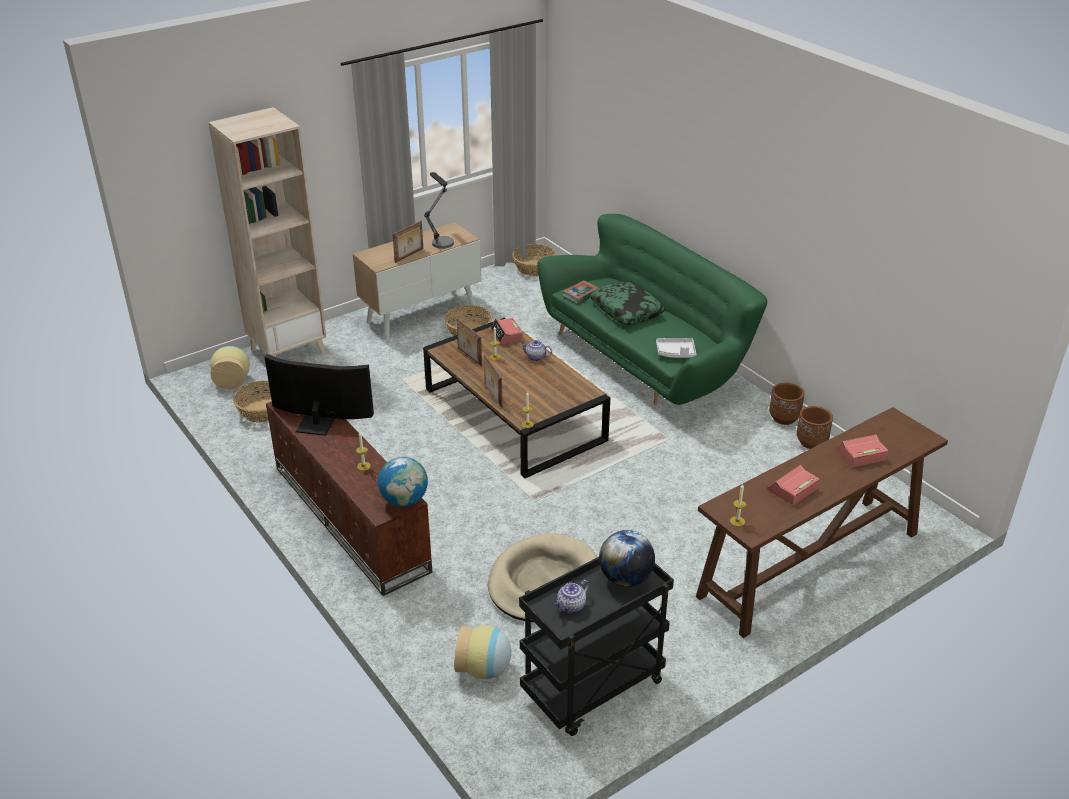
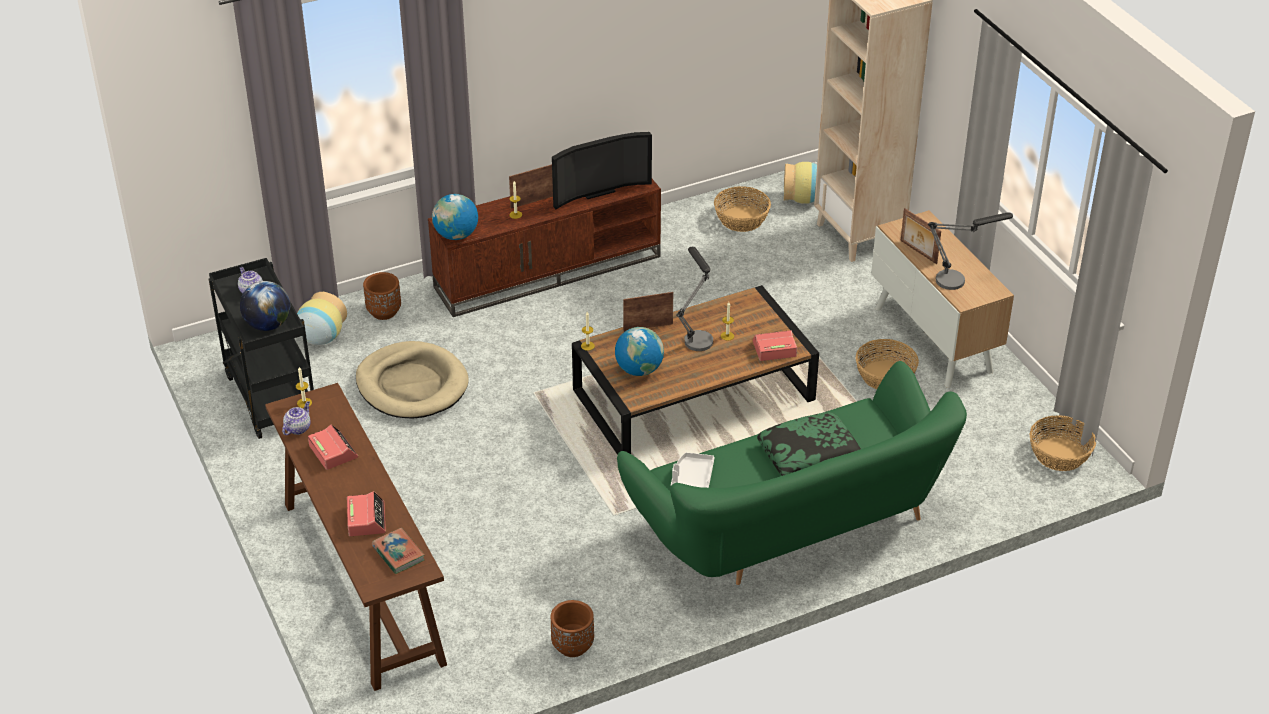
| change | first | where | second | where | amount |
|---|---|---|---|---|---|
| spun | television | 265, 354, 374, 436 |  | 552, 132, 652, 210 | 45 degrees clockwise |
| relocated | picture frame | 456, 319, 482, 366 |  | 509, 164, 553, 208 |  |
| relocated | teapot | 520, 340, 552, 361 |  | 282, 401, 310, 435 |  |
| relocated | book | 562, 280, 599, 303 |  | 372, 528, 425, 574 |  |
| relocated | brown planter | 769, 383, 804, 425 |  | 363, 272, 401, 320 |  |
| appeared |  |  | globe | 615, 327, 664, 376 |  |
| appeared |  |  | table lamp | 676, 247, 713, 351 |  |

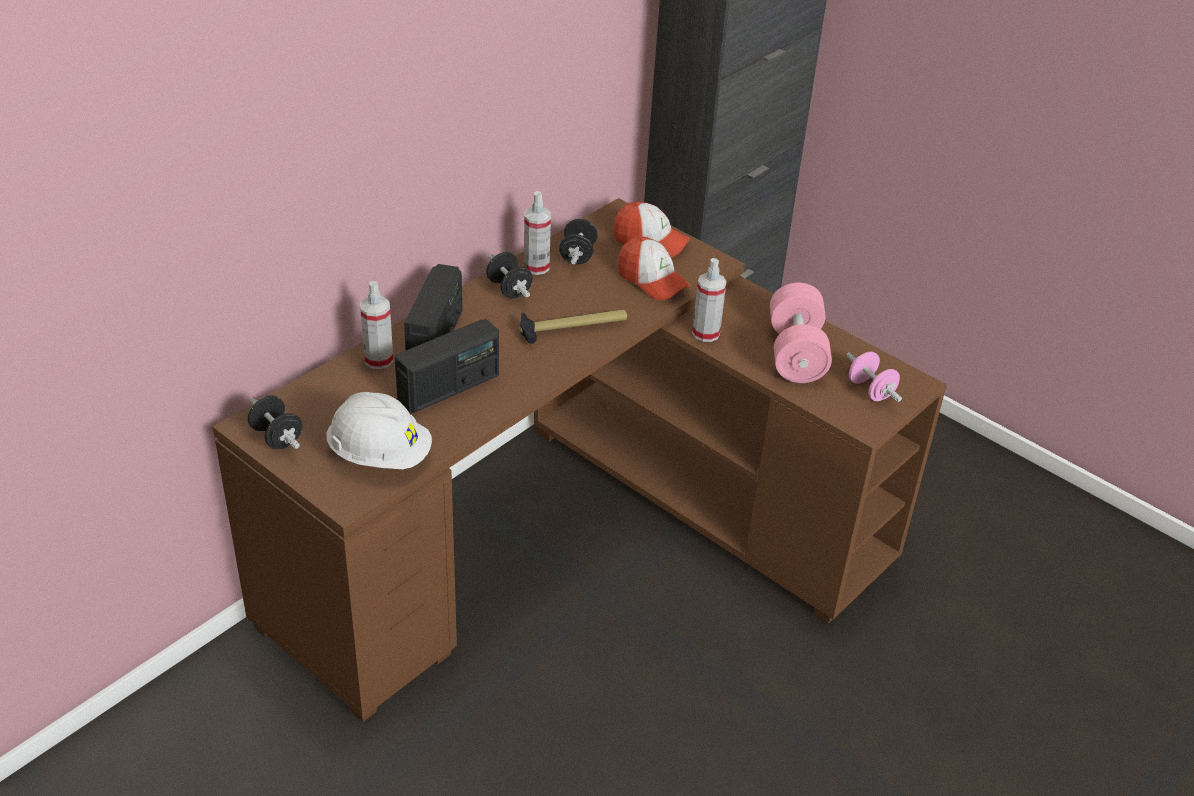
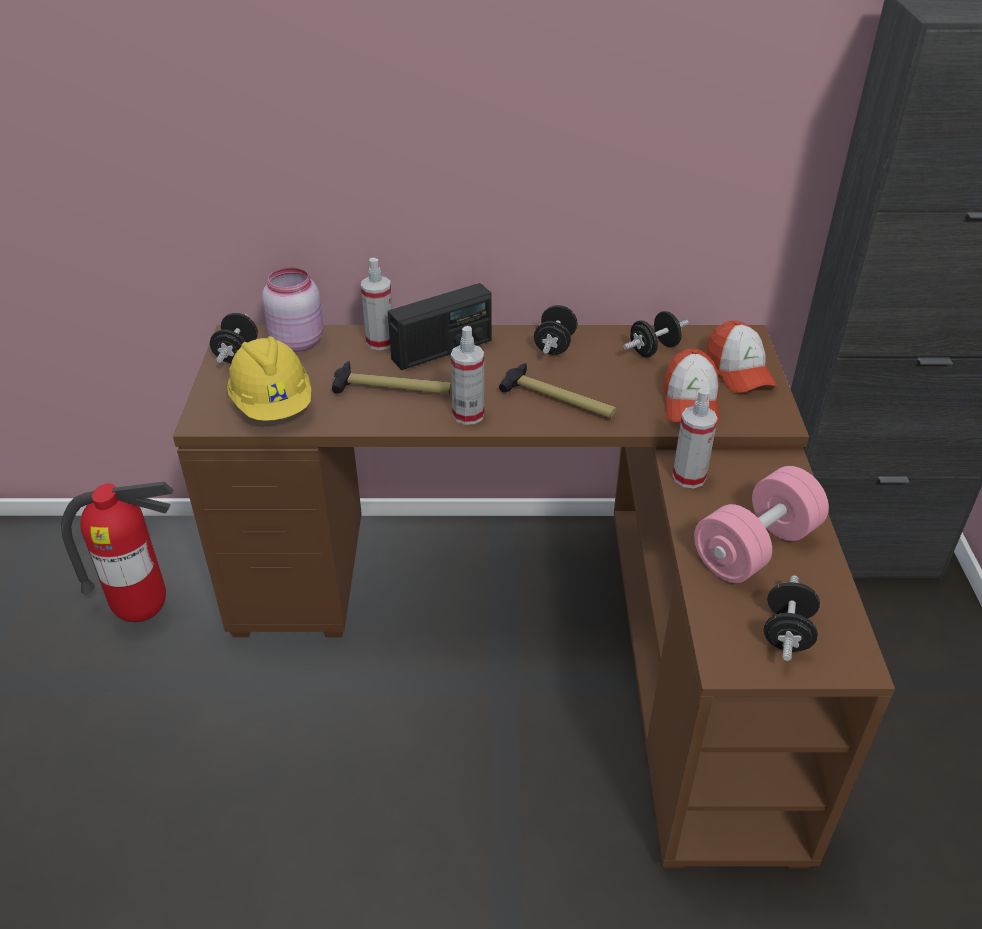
| change | first | where | second | where | amount |
|---|---|---|---|---|---|
| colour | white hard hat | 326, 392, 432, 469 | yellow hard hat | 227, 336, 311, 421 |  |
| exchanged | radio | 395, 319, 499, 414 | hammer | 332, 361, 452, 394 |  |
| relocated | spray bottle | 524, 191, 551, 275 |  | 451, 326, 484, 425 |  |
| colour | pink dumbbell | 846, 352, 902, 402 | black dumbbell | 764, 575, 820, 661 |  |
| appeared |  |  | fire extinguisher | 61, 482, 174, 622 |  |
| appeared |  |  | pink jar | 262, 267, 324, 352 |  |

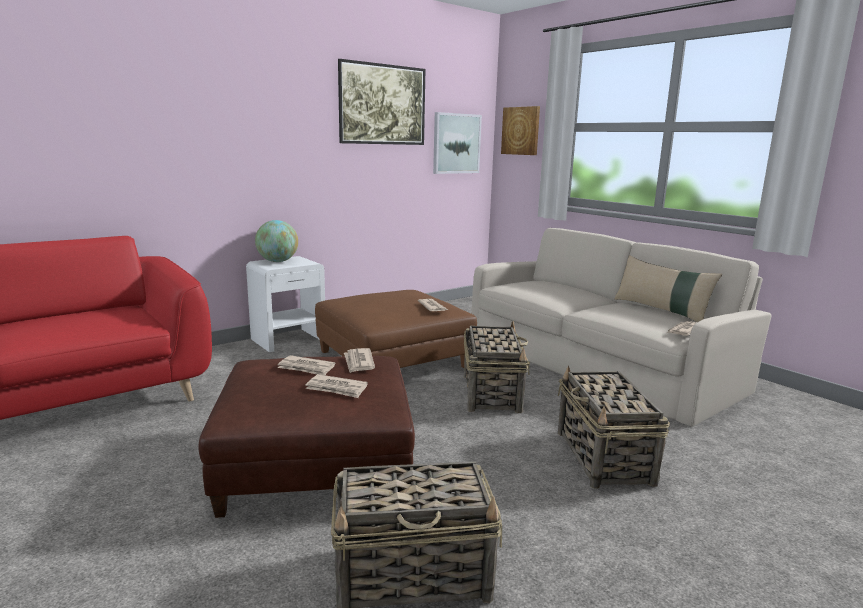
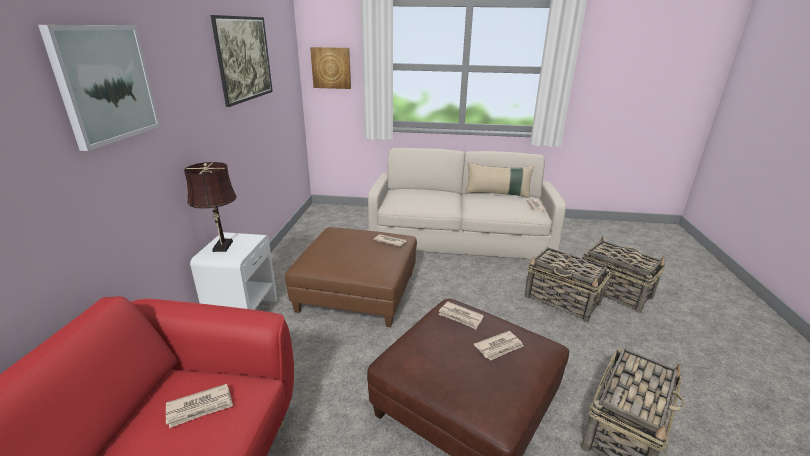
| change | first | where | second | where | amount |
|---|---|---|---|---|---|
| exchanged | globe | 255, 220, 298, 262 | brown table lamp | 184, 162, 237, 252 |  |
| relocated | newspaper | 277, 355, 335, 375 |  | 166, 384, 233, 428 |  |
| relocated | picture | 433, 112, 482, 174 |  | 38, 25, 160, 151 |  |
| relocated | basket | 464, 321, 530, 413 |  | 582, 236, 665, 313 |  |

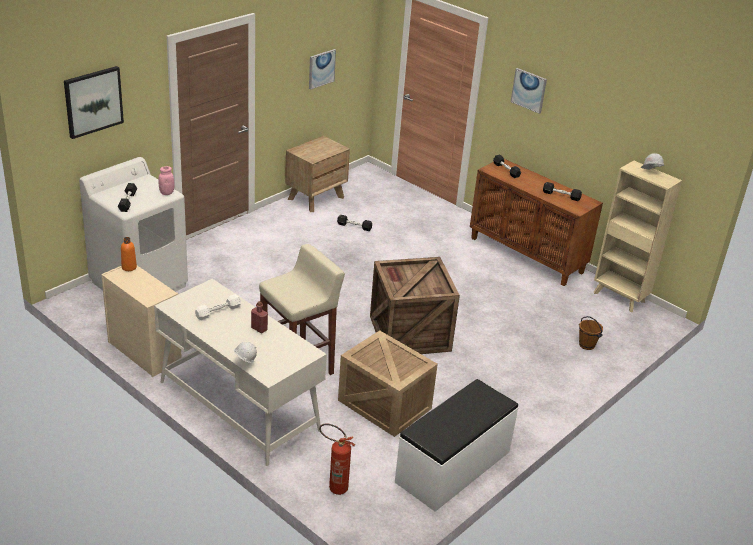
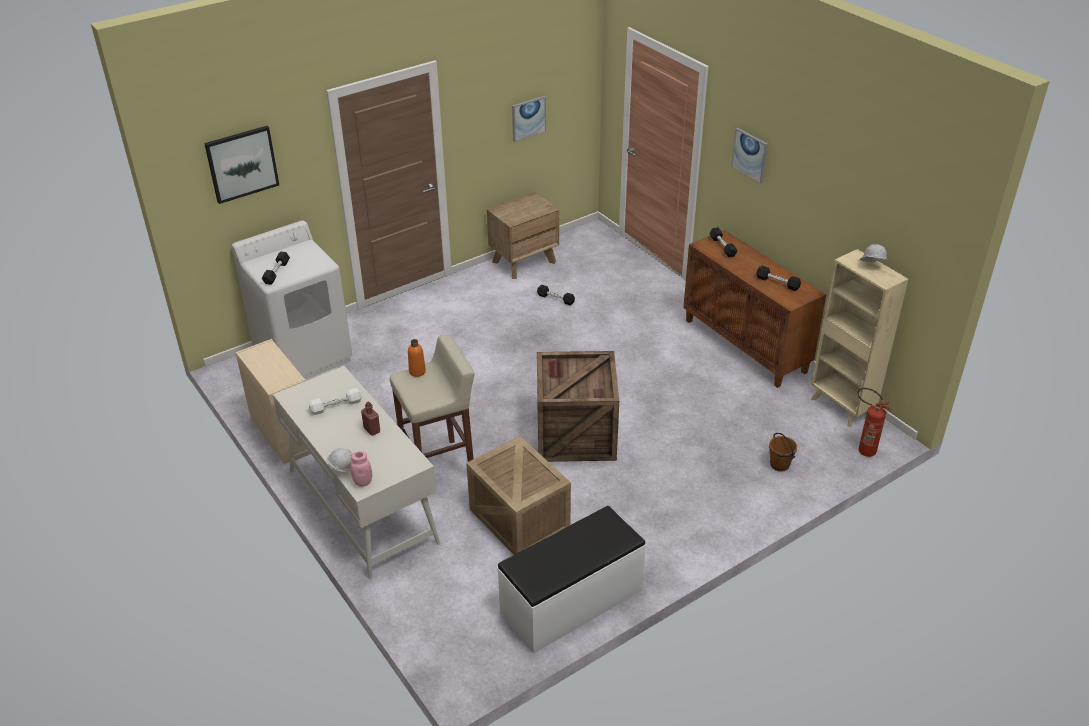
| change | first | where | second | where | amount |
|---|---|---|---|---|---|
| relocated | orange bottle | 121, 237, 137, 271 |  | 408, 339, 426, 377 |  |
| relocated | pink jar | 158, 166, 174, 195 |  | 350, 451, 372, 487 |  |
| relocated | fire extinguisher | 319, 423, 355, 495 |  | 857, 388, 891, 457 |  |

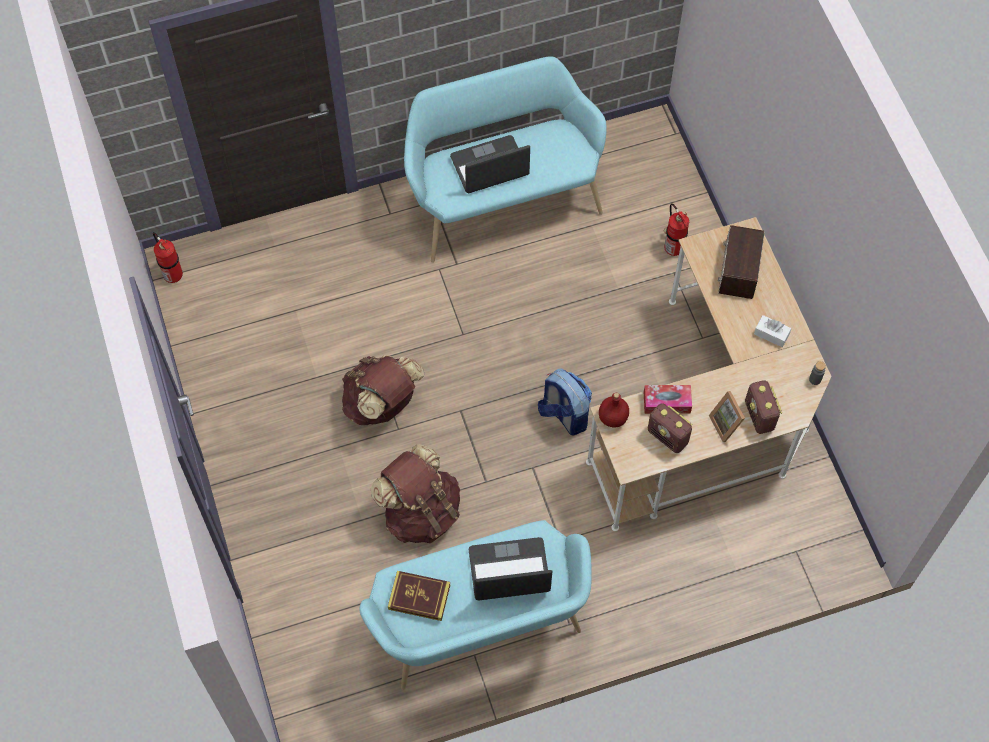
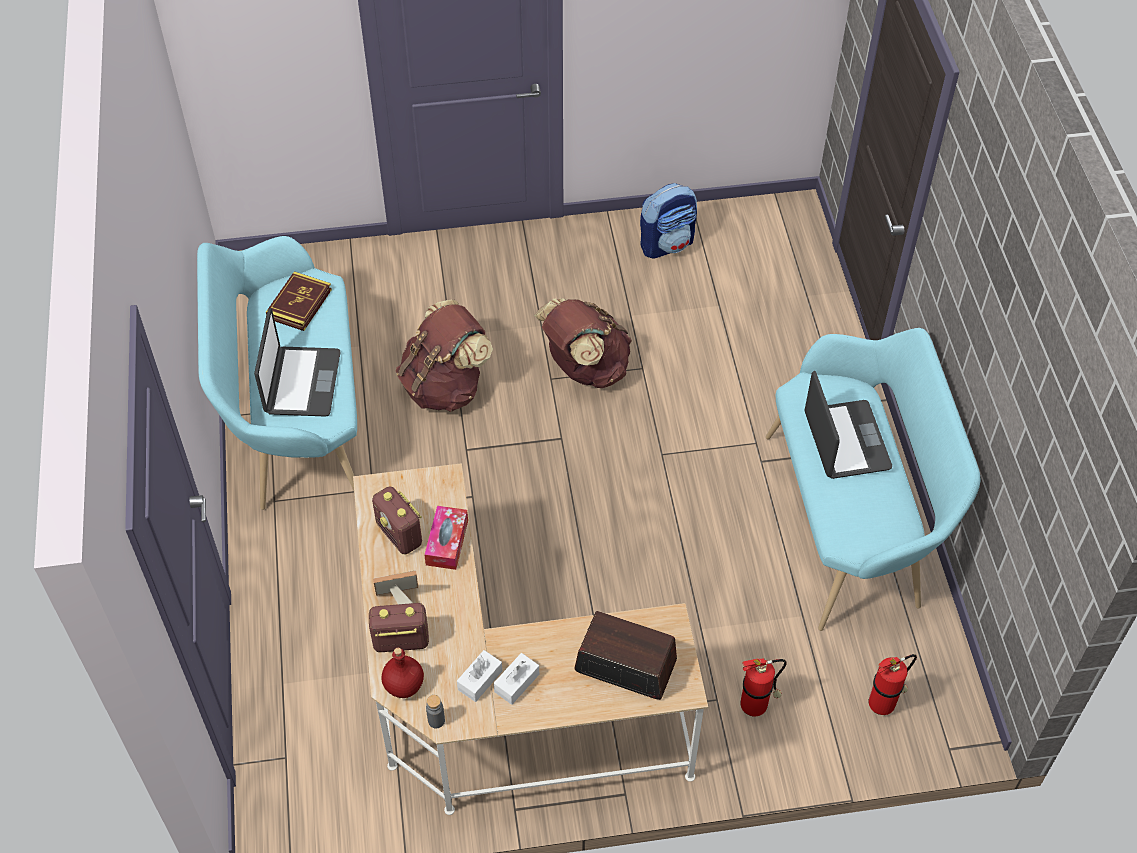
| change | first | where | second | where | amount |
|---|---|---|---|---|---|
| relocated | fire extinguisher | 153, 232, 183, 283 |  | 868, 654, 917, 715 |  |
| relocated | backpack | 538, 368, 592, 436 |  | 640, 183, 697, 259 |  |
| relocated | red bottle | 599, 393, 629, 427 |  | 381, 648, 424, 698 |  |
| spun | radio | 648, 403, 692, 453 |  | 372, 487, 422, 555 | 90 degrees counterclockwise |
| appeared |  |  | white tissue box | 457, 650, 502, 702 |  |

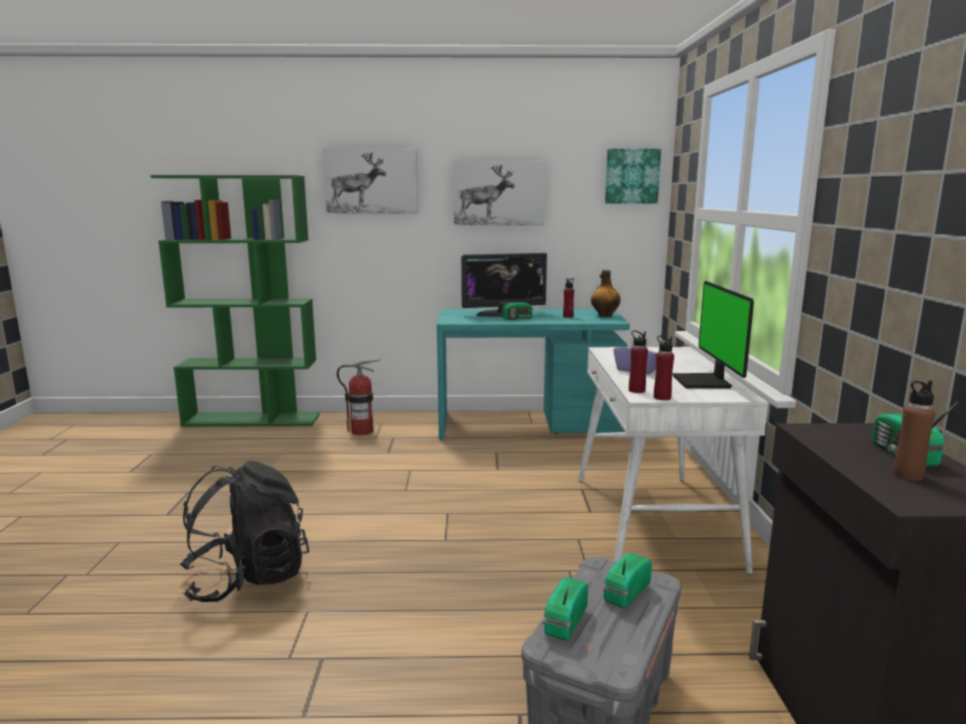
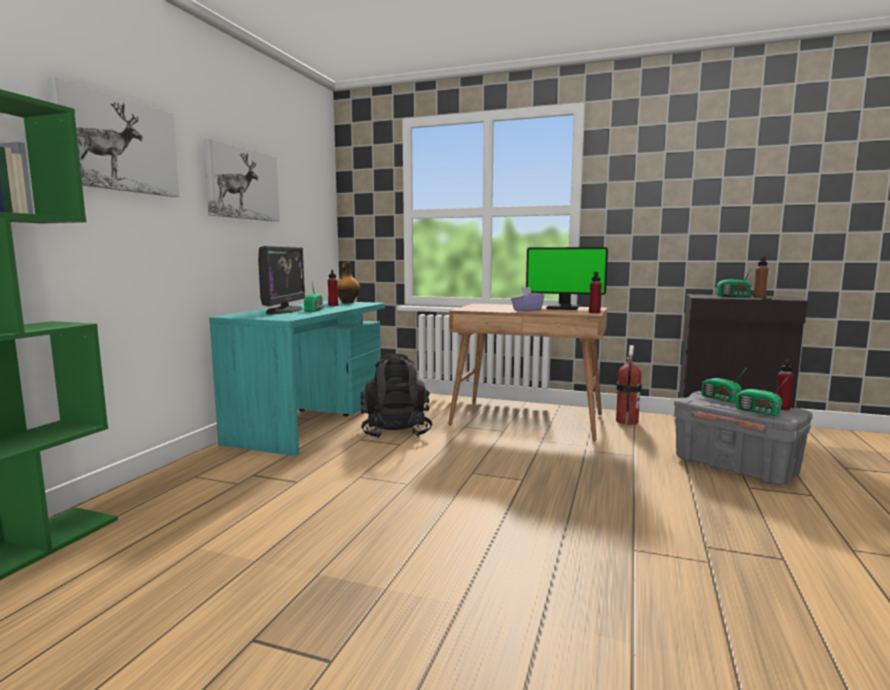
| change | first | where | second | where | amount |
|---|---|---|---|---|---|
| relocated | black backpack | 180, 461, 309, 602 |  | 360, 354, 432, 438 |  |
| relocated | fire extinguisher | 337, 359, 381, 436 |  | 616, 345, 642, 425 |  |
| colour | white desk | 578, 347, 768, 574 | brown desk | 448, 304, 607, 441 |  |
| missing | picture | 605, 149, 661, 203 |  |  |  |
| relocated | red bottle | 629, 331, 648, 393 |  | 776, 359, 794, 410 |  |

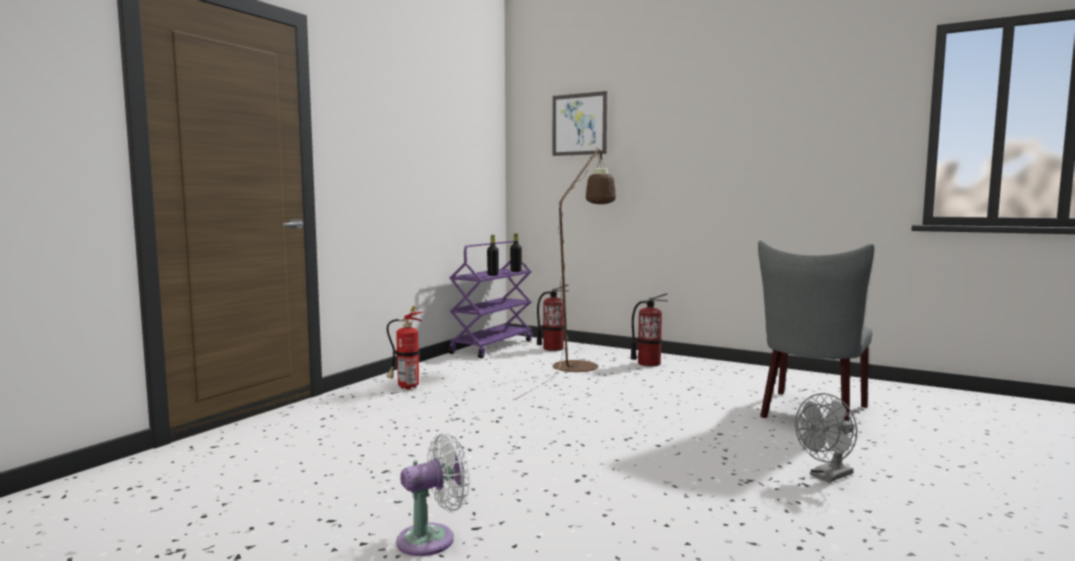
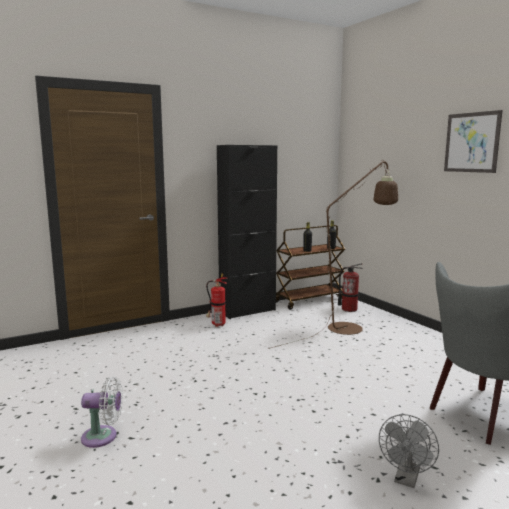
| change | first | where | second | where | amount |
|---|---|---|---|---|---|
| colour | purple cart | 448, 241, 532, 358 | brown cart | 276, 225, 345, 310 |  |
| relocated | picture | 553, 91, 607, 156 |  | 444, 110, 503, 173 |  |
| missing | fire extinguisher | 631, 293, 668, 367 |  |  |  |
| spun | grey fan | 795, 393, 857, 483 |  | 379, 414, 439, 488 | 60 degrees counterclockwise |
| appeared |  |  | black cabinet | 217, 145, 277, 319 |  |

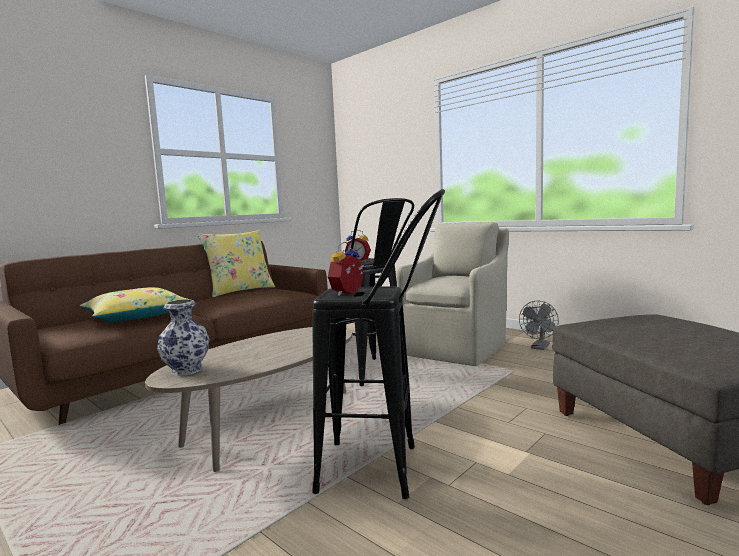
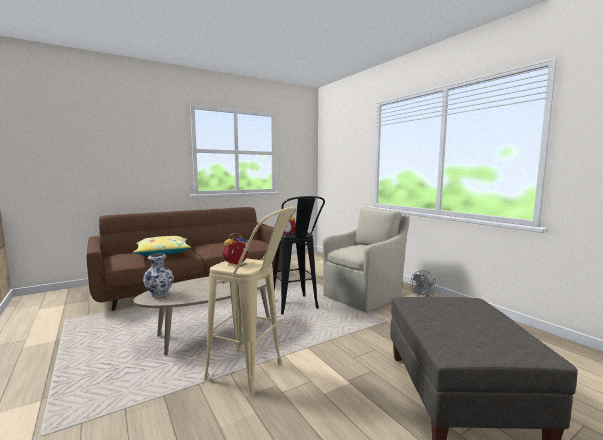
| change | first | where | second | where | amount |
|---|---|---|---|---|---|
| missing | yellow pillow | 198, 229, 275, 297 |  |  |  |
| colour | black stool | 312, 189, 445, 499 | beige stool | 204, 207, 296, 396 |  |

